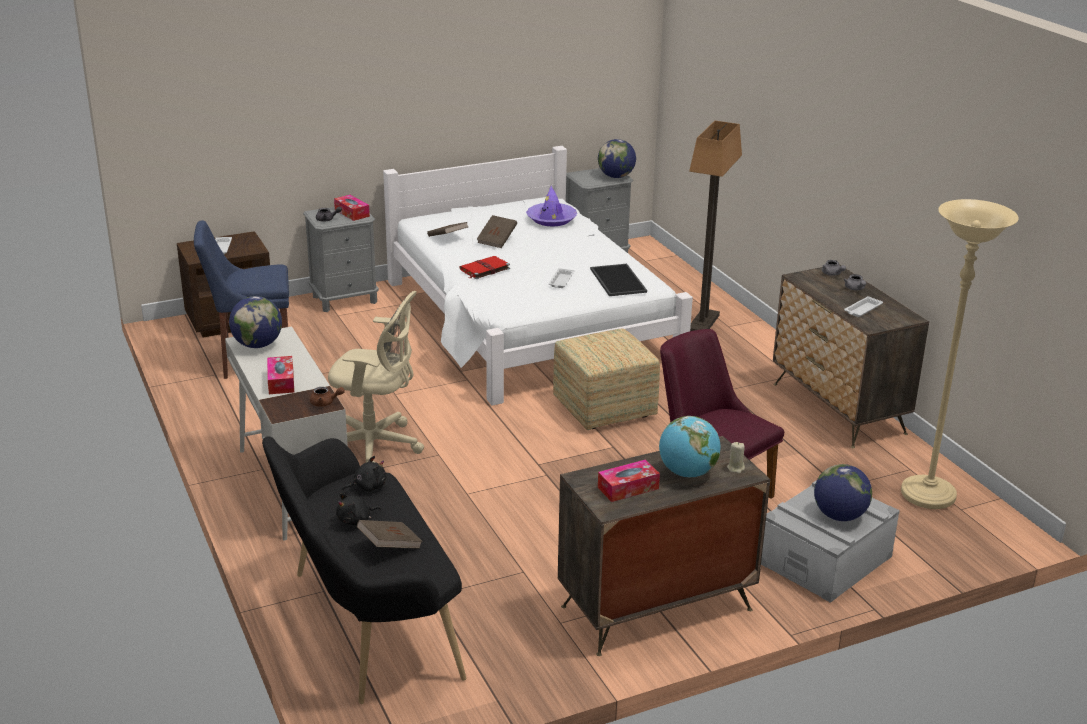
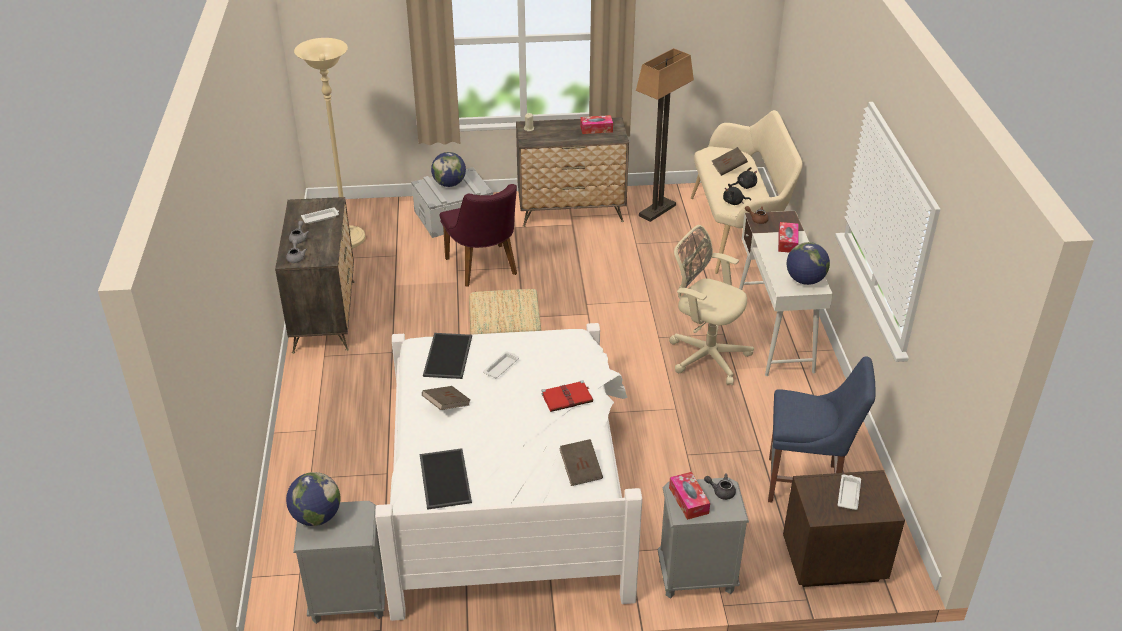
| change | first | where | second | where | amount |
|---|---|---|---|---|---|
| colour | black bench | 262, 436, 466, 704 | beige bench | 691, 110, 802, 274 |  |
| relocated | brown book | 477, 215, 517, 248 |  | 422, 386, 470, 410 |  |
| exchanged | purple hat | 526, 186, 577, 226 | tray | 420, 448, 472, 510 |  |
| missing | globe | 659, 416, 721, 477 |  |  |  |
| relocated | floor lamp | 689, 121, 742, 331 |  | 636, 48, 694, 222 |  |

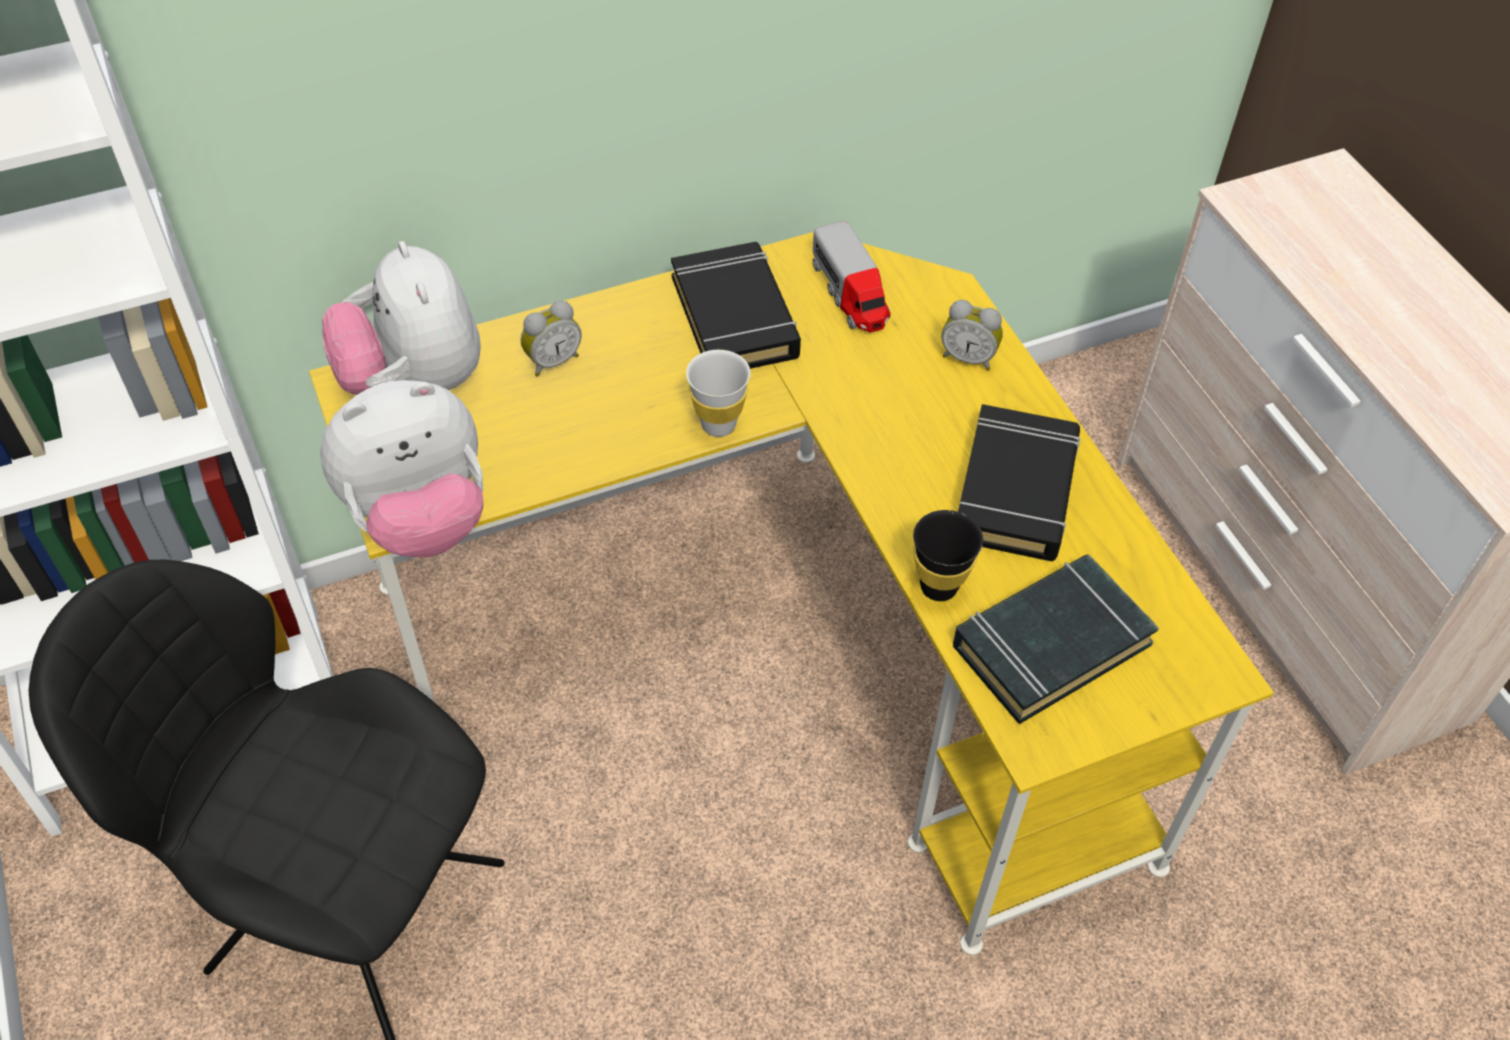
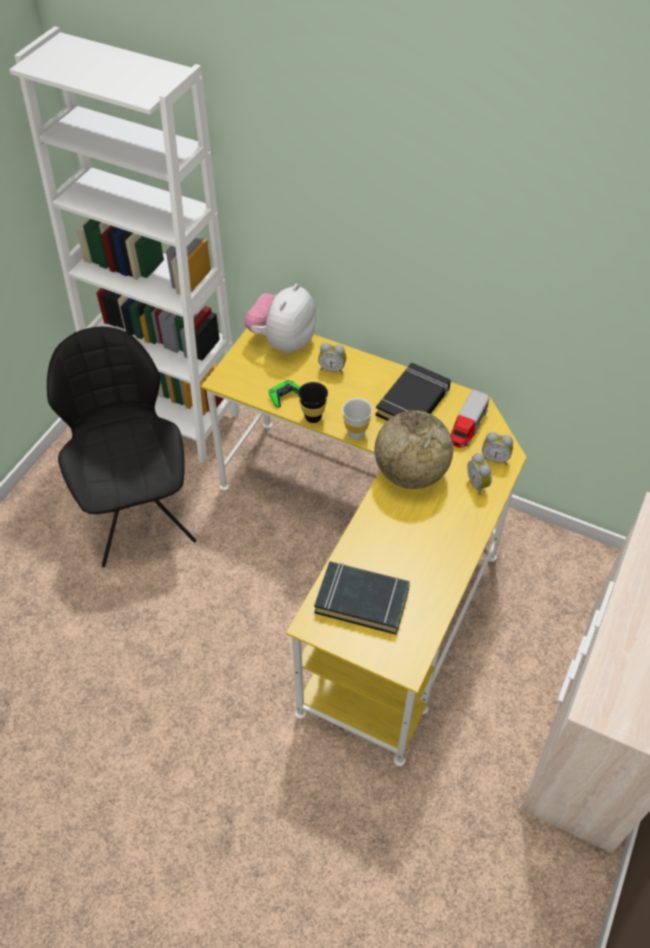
| change | first | where | second | where | amount |
|---|---|---|---|---|---|
| missing | plush toy | 320, 380, 483, 557 |  |  |  |
| relocated | black cup | 913, 510, 983, 601 |  | 298, 382, 328, 423 |  |
| missing | black book | 958, 404, 1080, 561 |  |  |  |
| appeared |  |  | green game controller | 269, 380, 300, 408 |  |
| appeared |  |  | globe | 375, 410, 453, 489 |  |
| appeared |  |  | alarm clock | 482, 432, 513, 465 |  |

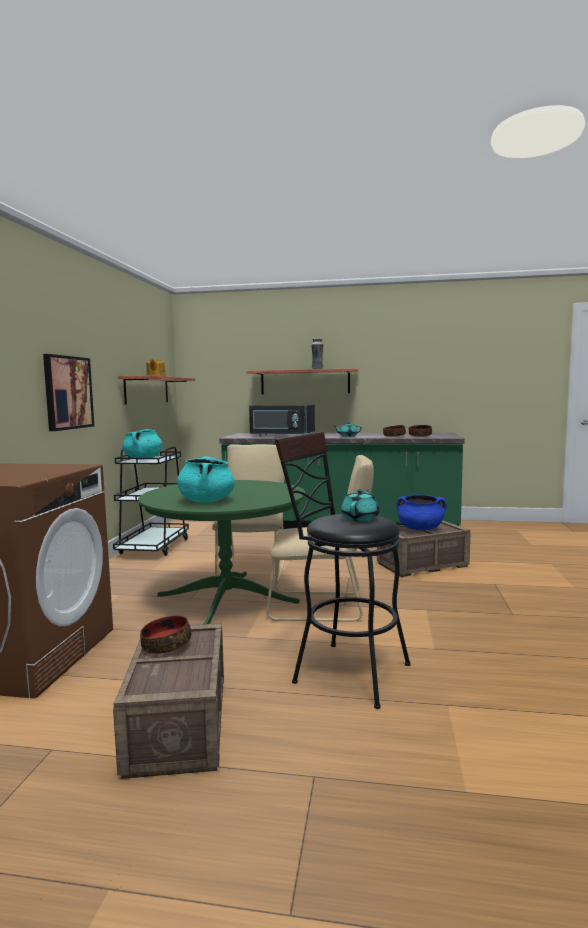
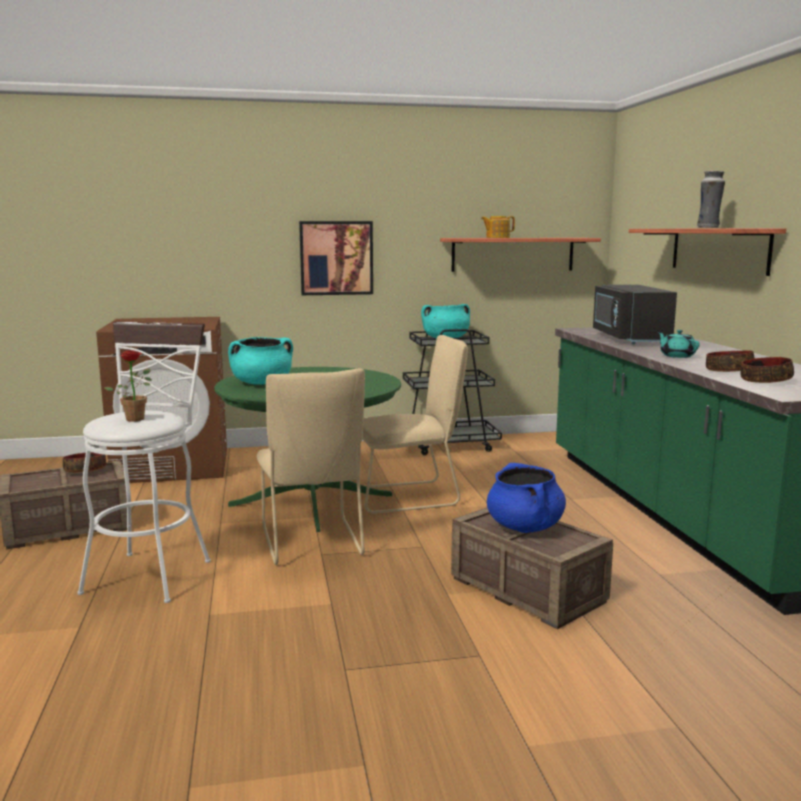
| change | first | where | second | where | amount |
|---|---|---|---|---|---|
| colour | black stool | 274, 432, 411, 709 | white stool | 77, 321, 211, 603 |  |
| exchanged | turquoise teapot | 341, 489, 379, 521 | potted plant | 104, 350, 152, 422 |  |

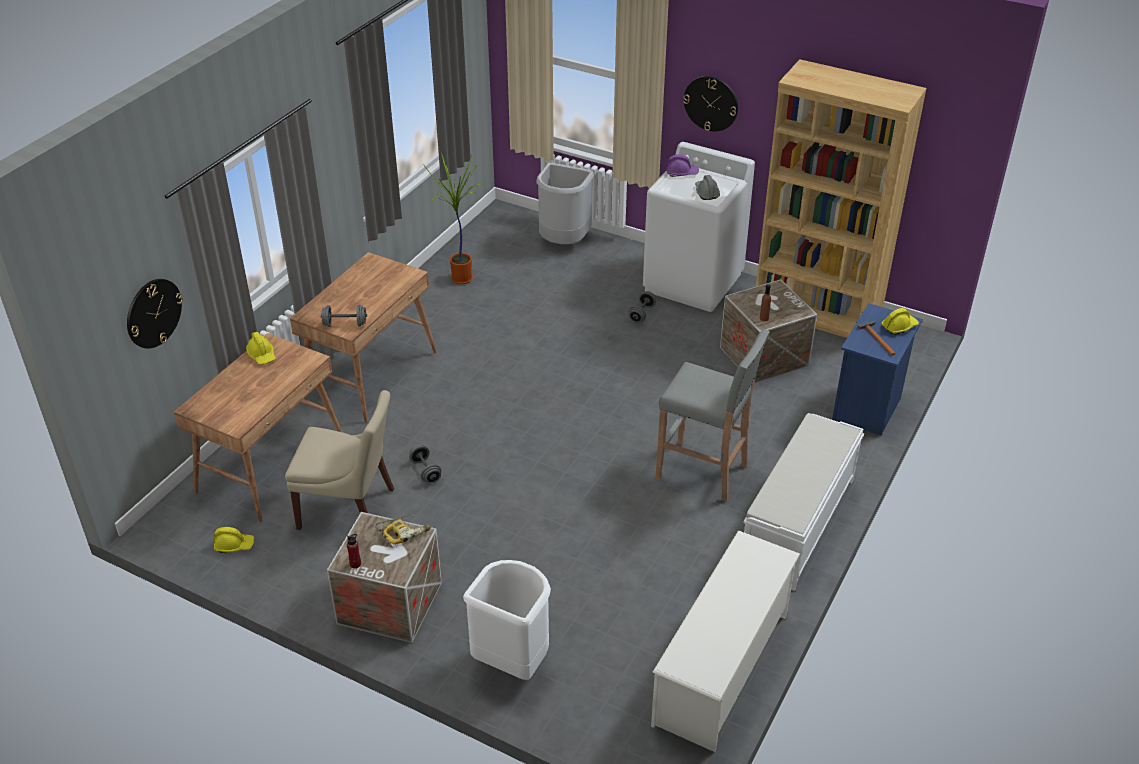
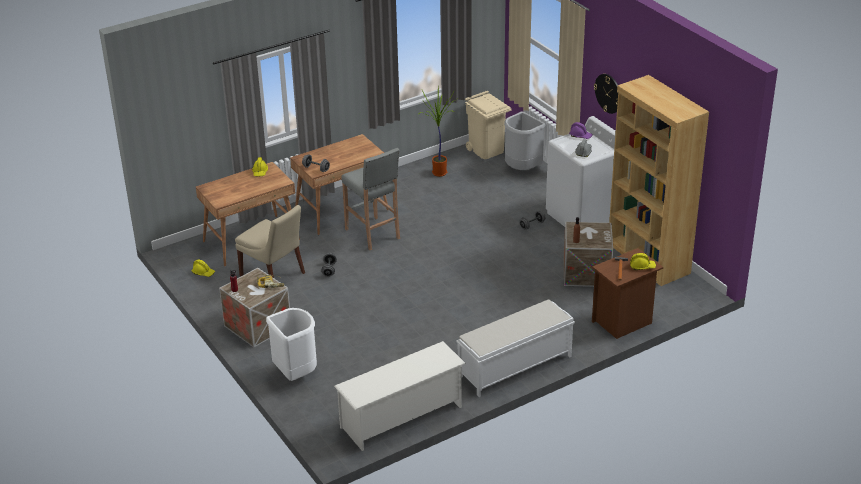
| change | first | where | second | where | amount |
|---|---|---|---|---|---|
| missing | wall clock | 127, 279, 183, 349 |  |  |  |
| relocated | grey stool | 655, 329, 770, 502 |  | 341, 148, 400, 250 |  |
| colour | blue nightstand | 832, 303, 923, 435 | brown nightstand | 592, 248, 663, 339 |  |
| appeared |  |  | beige trash can | 465, 91, 511, 159 |  |

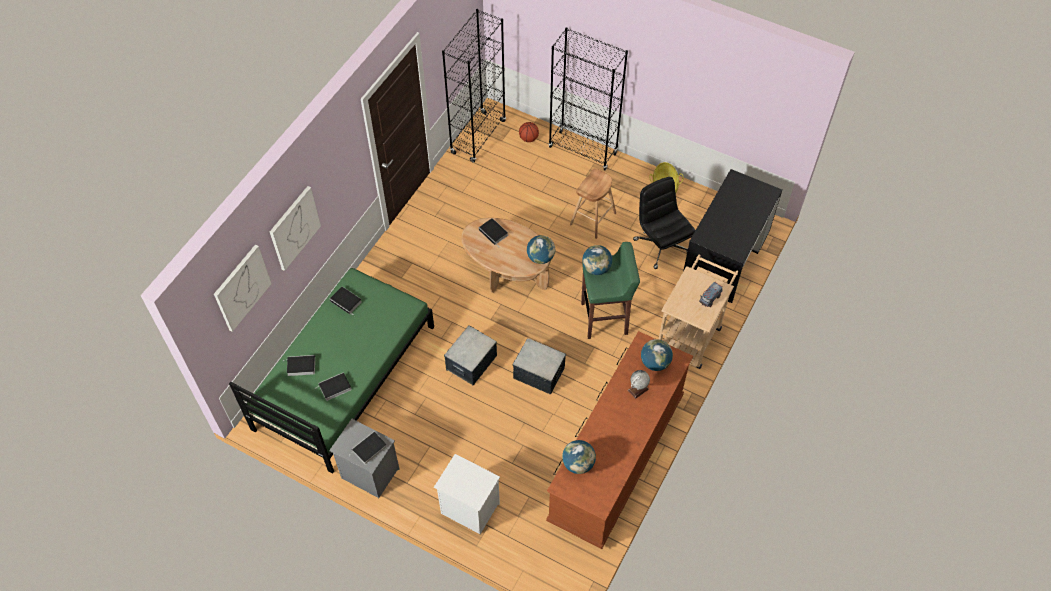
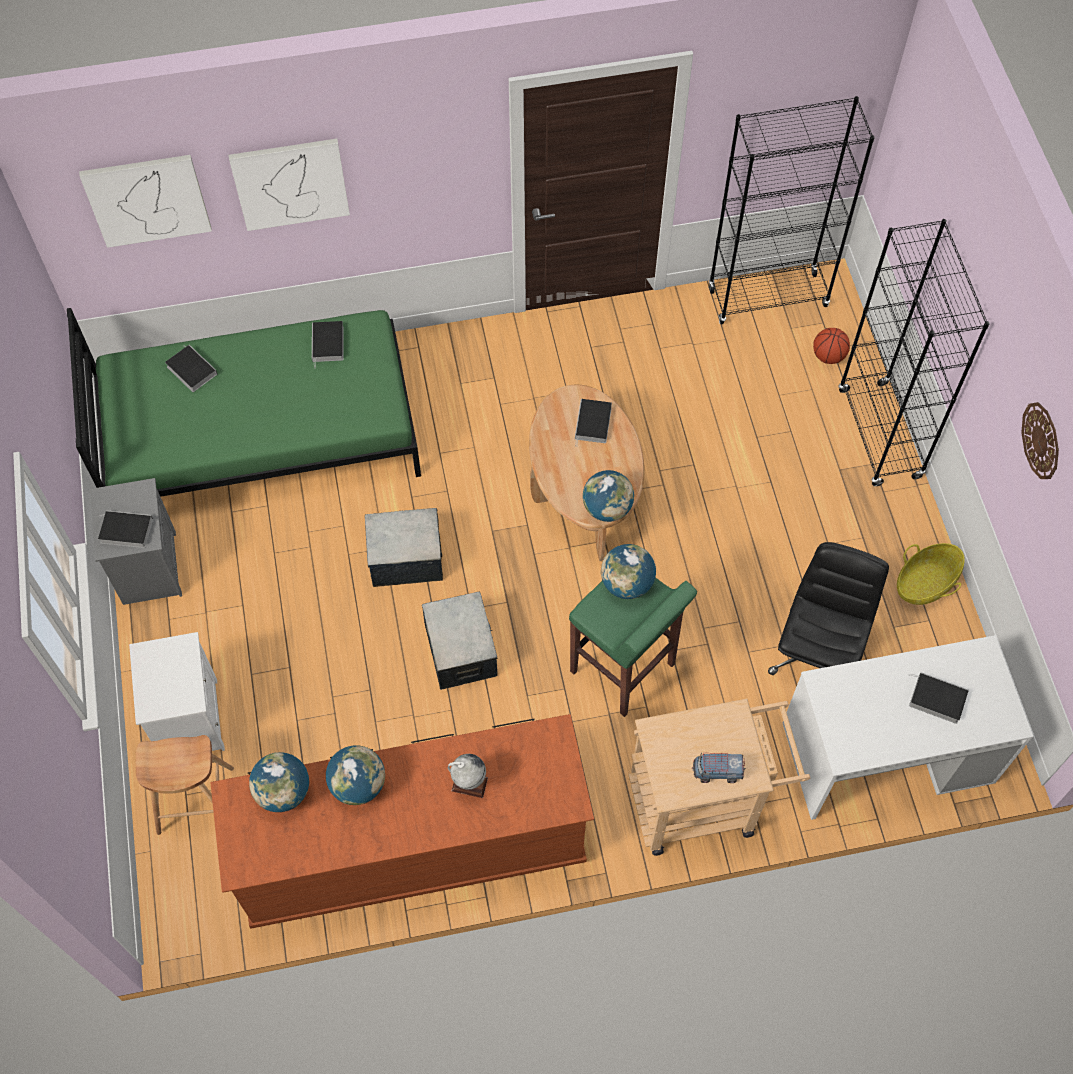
| change | first | where | second | where | amount |
|---|---|---|---|---|---|
| relocated | book | 317, 372, 352, 401 |  | 908, 672, 969, 724 |  |
| relocated | brown stool | 570, 169, 616, 239 |  | 136, 735, 234, 835 |  |
| relocated | globe | 641, 339, 673, 371 |  | 326, 745, 385, 805 |  |
| colour | black desk | 683, 169, 782, 303 | white desk | 783, 635, 1034, 820 |  |
| appeared |  |  | wall clock | 1021, 402, 1059, 479 |  |

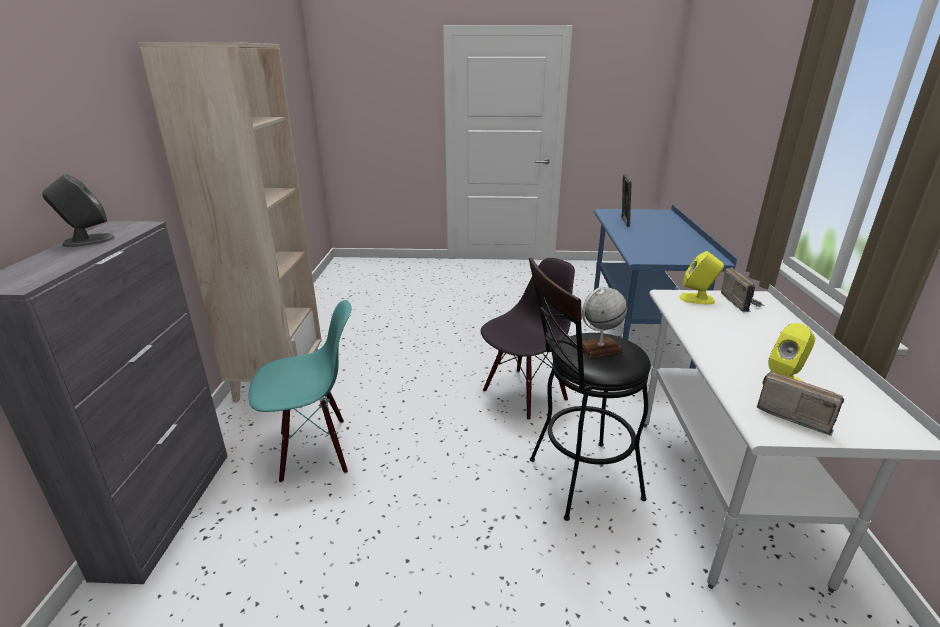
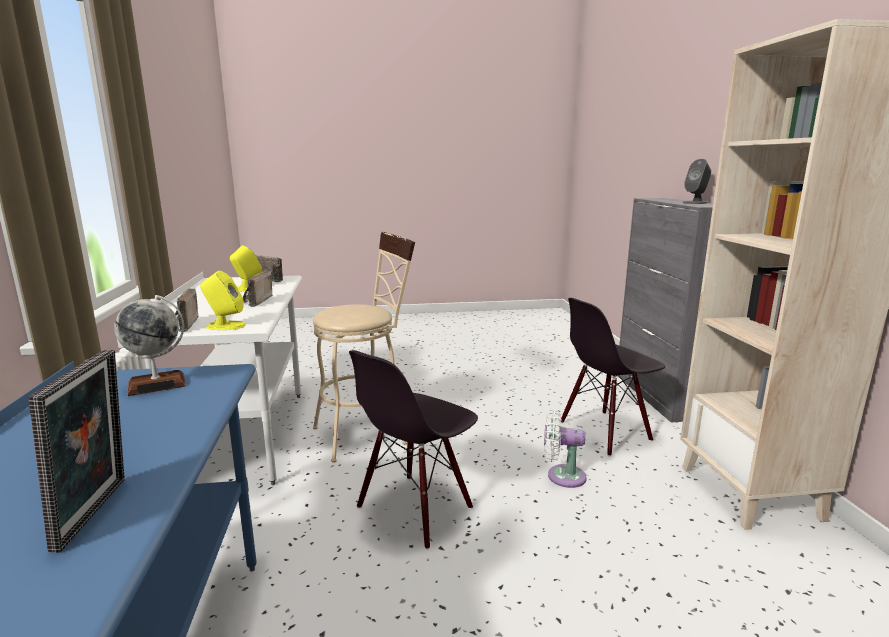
| change | first | where | second | where | amount |
|---|---|---|---|---|---|
| colour | turquoise chair | 248, 300, 351, 483 | black chair | 561, 298, 665, 456 |  |
| colour | black stool | 529, 258, 651, 521 | beige stool | 313, 232, 415, 463 |  |
| relocated | globe | 582, 287, 627, 359 |  | 114, 295, 186, 396 |  |
| appeared |  |  | radio | 243, 271, 273, 307 |  |
| appeared |  |  | white fan | 544, 410, 587, 488 |  |

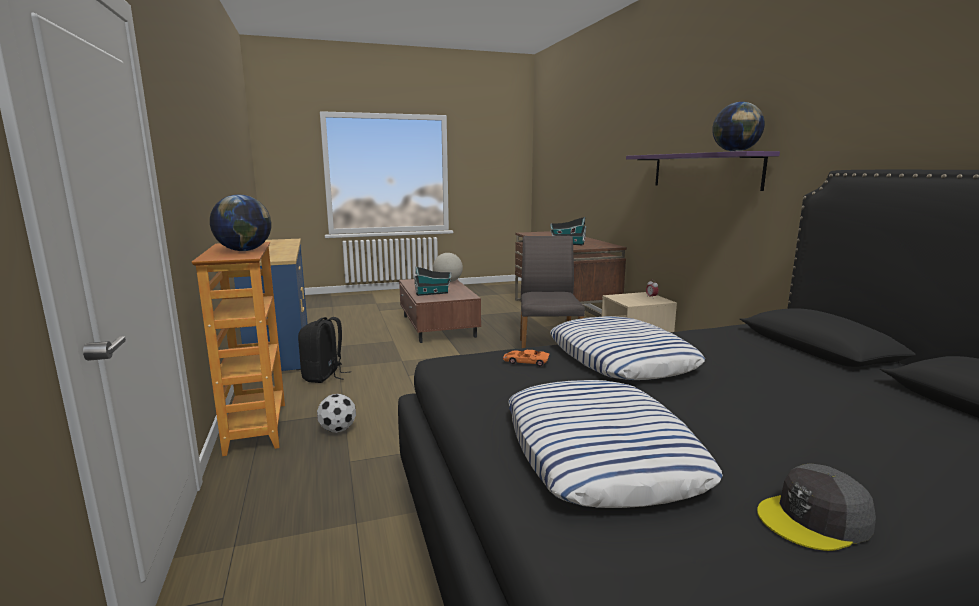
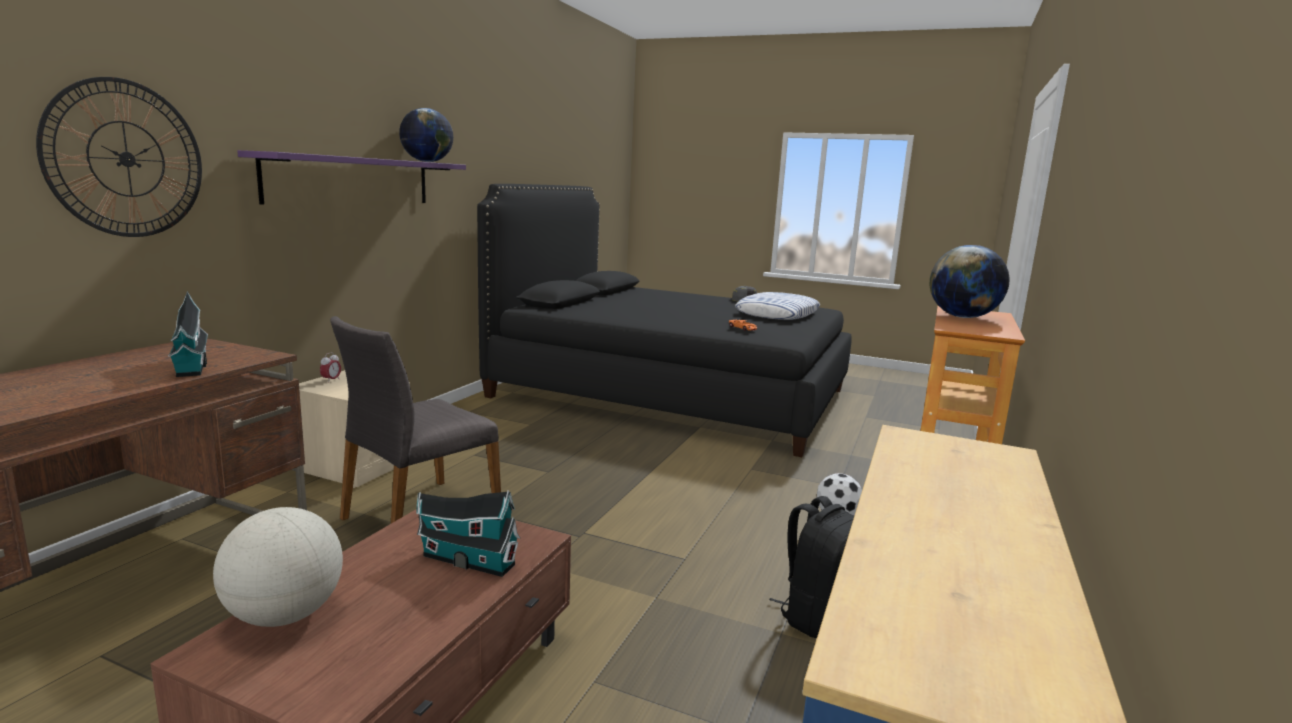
| change | first | where | second | where | amount |
|---|---|---|---|---|---|
| missing | pillow | 550, 316, 705, 380 |  |  |  |
| appeared |  |  | wall clock | 36, 77, 202, 237 |  |

